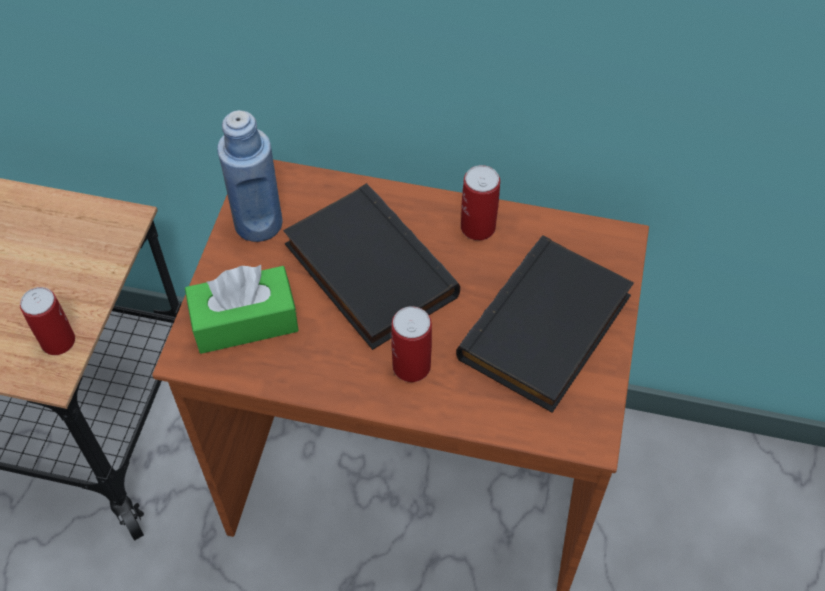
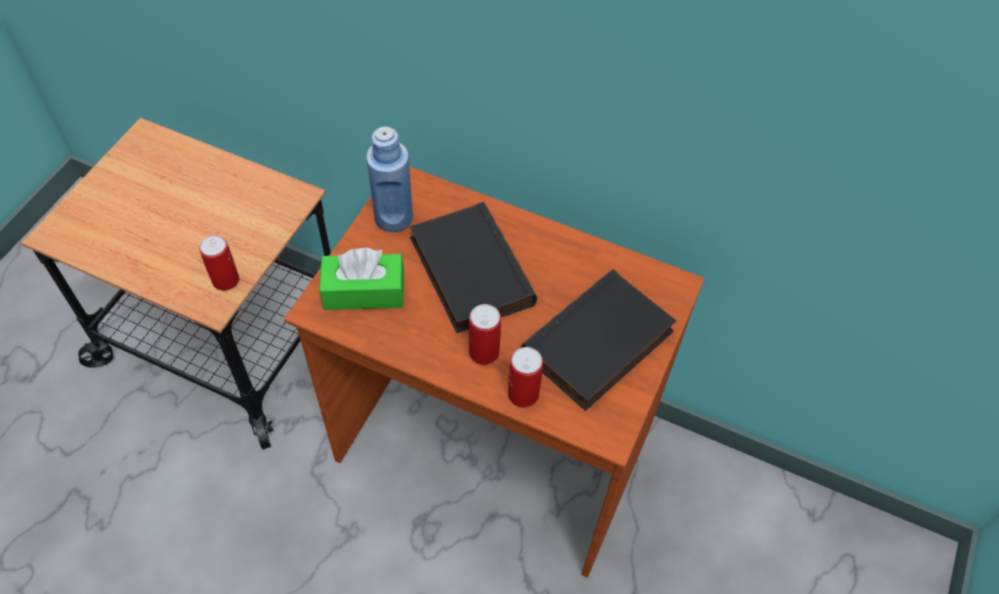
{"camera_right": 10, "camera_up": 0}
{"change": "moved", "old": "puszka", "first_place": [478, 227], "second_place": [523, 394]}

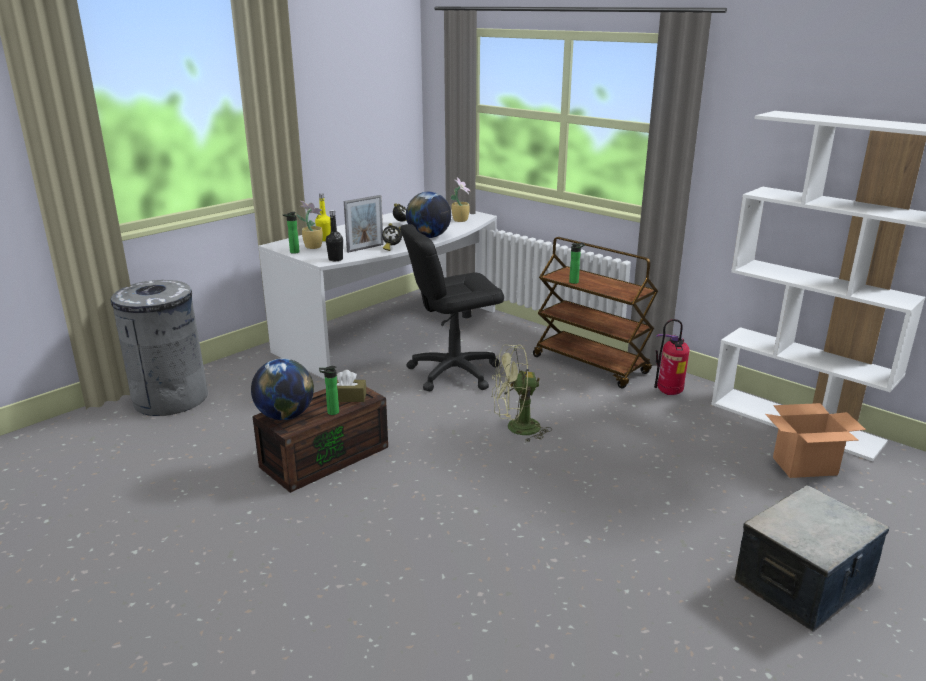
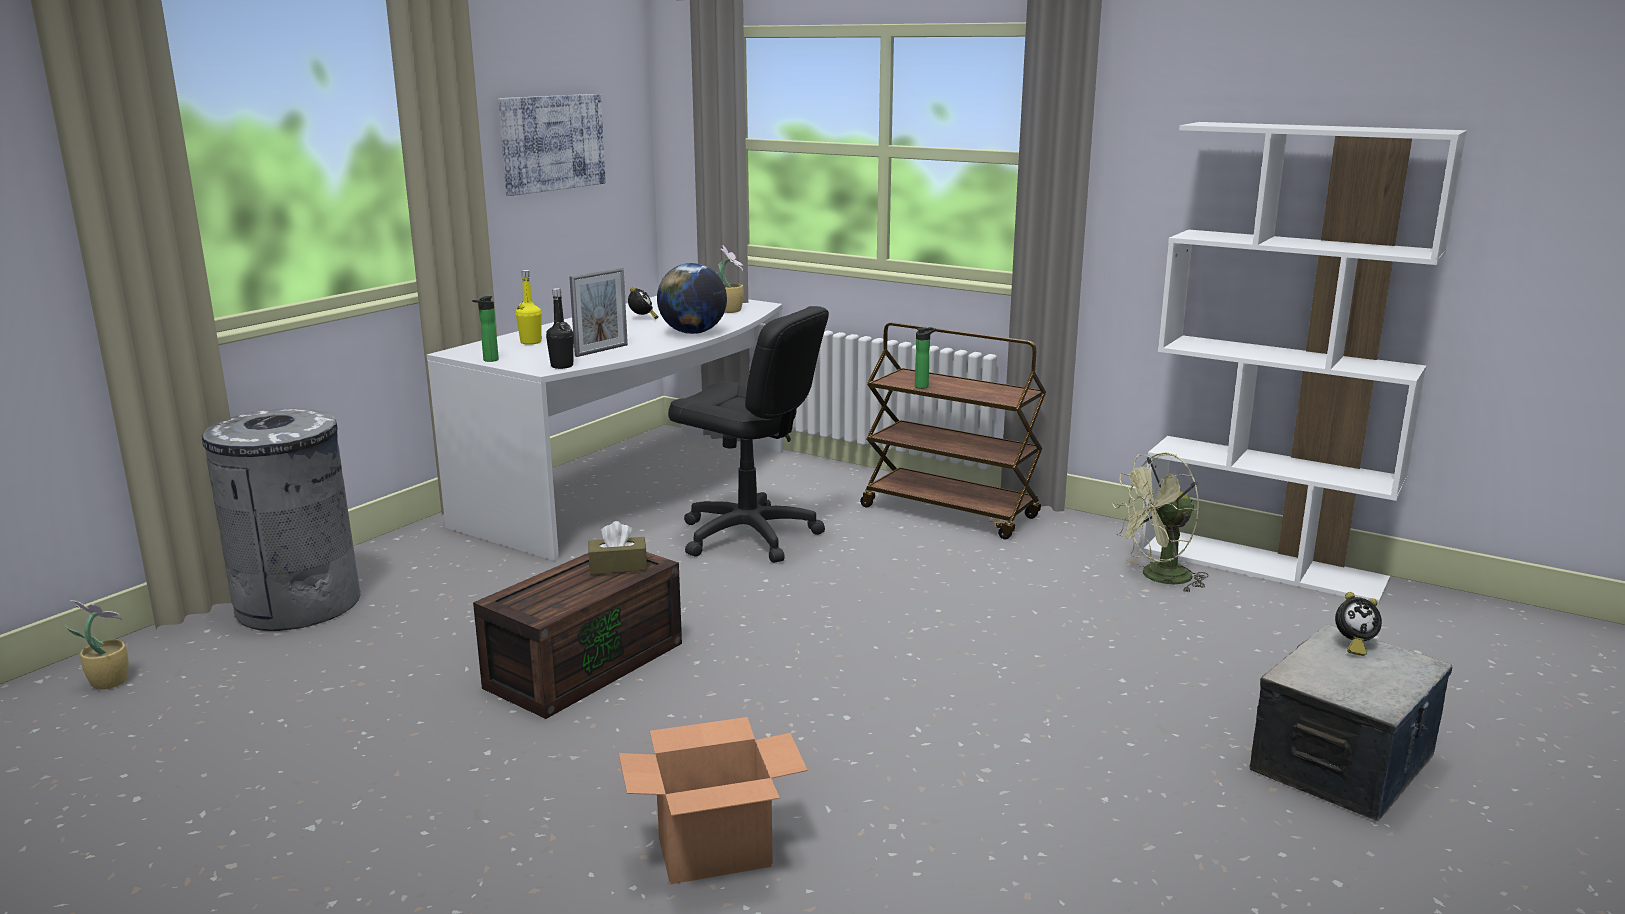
{"camera_right": -10, "camera_up": -5}
{"change": "removed", "old": "globus", "first_place": [285, 416]}
{"change": "moved", "old": "roślina doniczkowa", "first_place": [312, 246], "second_place": [109, 682]}
{"change": "removed", "old": "butelka", "first_place": [331, 412]}
{"change": "moved", "old": "budzik", "first_place": [391, 248], "second_place": [1352, 645]}
{"change": "turned", "old": "krzesło biurowe/czarny", "first_place": [453, 372], "second_place": [748, 536], "degrees": -120}
{"change": "moved", "old": "wentylator/zielony", "first_place": [516, 429], "second_place": [1158, 578]}
{"change": "removed", "old": "gaśnica", "first_place": [668, 393]}
{"change": "moved", "old": "karton", "first_place": [805, 466], "second_place": [716, 852]}
{"change": "added", "new": "obraz", "second_place": [552, 143]}

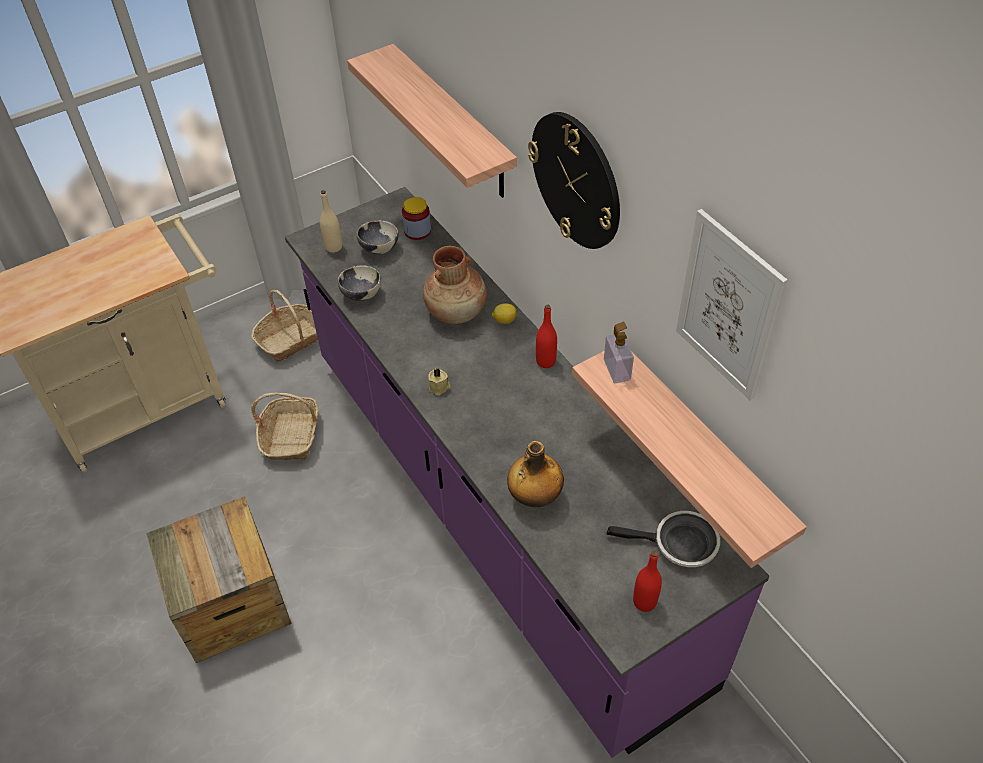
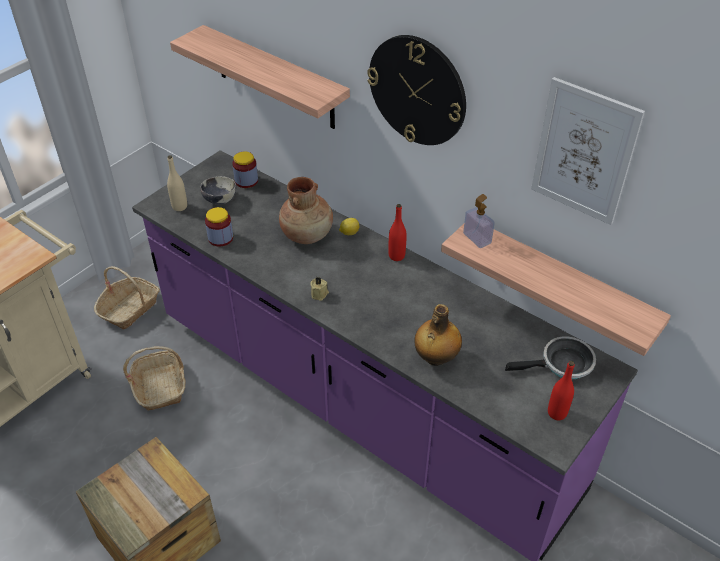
{"camera_right": -20, "camera_up": -5}
{"change": "replaced", "old": "miska", "new": "słoik", "first_place": [361, 295], "second_place": [220, 238]}

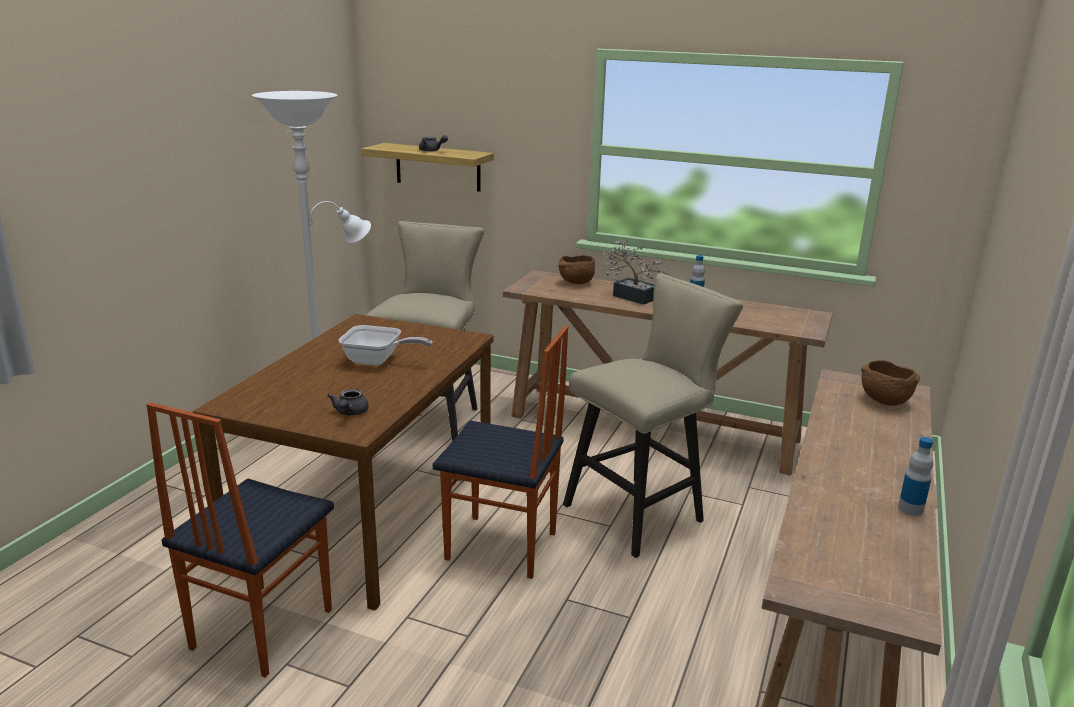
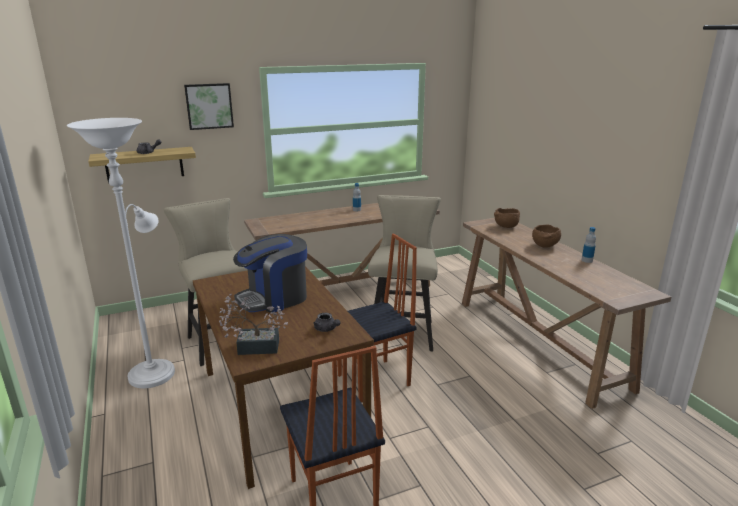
{"camera_right": -45, "camera_up": 0}
{"change": "replaced", "old": "patelnia", "new": "ekspres do kawy", "first_place": [378, 361], "second_place": [274, 298]}
{"change": "moved", "old": "miska/brązowy", "first_place": [576, 283], "second_place": [545, 246]}
{"change": "moved", "old": "roślina doniczkowa", "first_place": [631, 296], "second_place": [253, 347]}
{"change": "added", "new": "obraz", "second_place": [209, 106]}

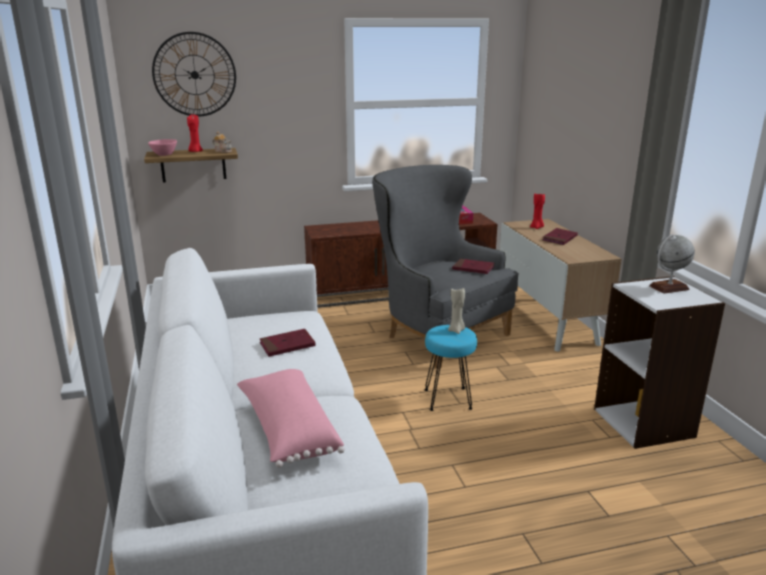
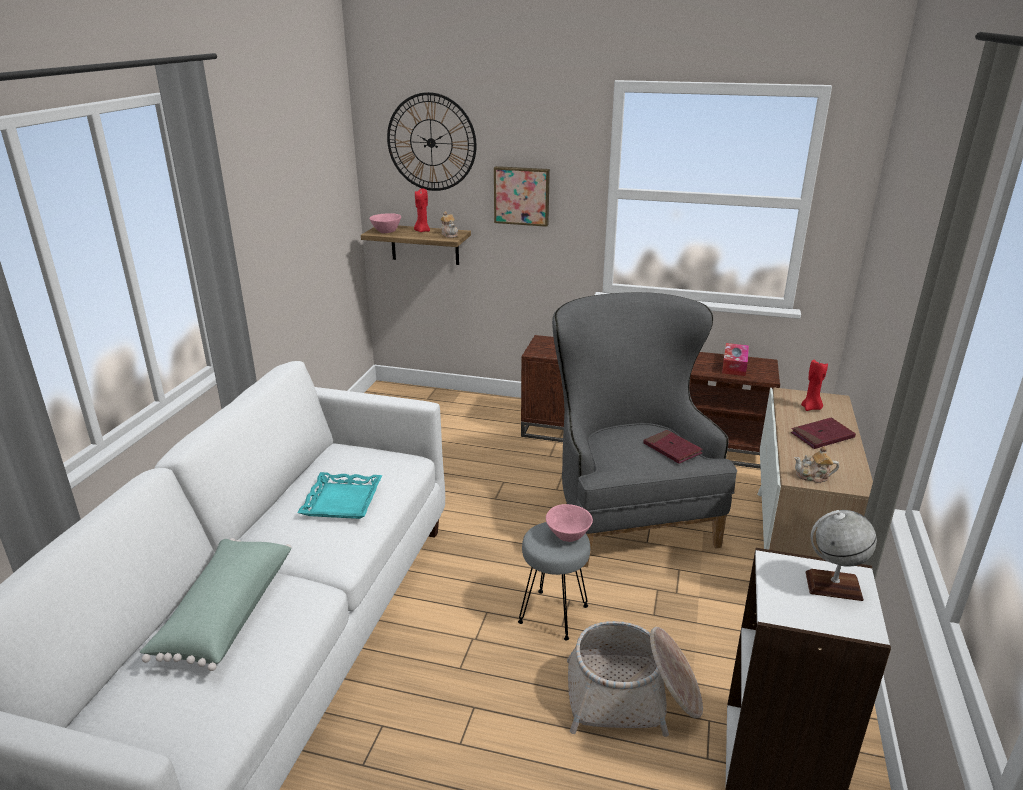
{"camera_right": 30, "camera_up": 5}
{"change": "recoloured", "old": "poduszka/różowy", "new": "poduszka/zielony", "first_place": [287, 430], "second_place": [224, 614]}
{"change": "replaced", "old": "książka/czerwony", "new": "taca/turkusowy", "first_place": [287, 345], "second_place": [341, 501]}
{"change": "recoloured", "old": "stołek/turkusowy", "new": "stołek/szary", "first_place": [448, 399], "second_place": [554, 615]}
{"change": "replaced", "old": "świeca/beżowy", "new": "miska/różowy", "first_place": [456, 330], "second_place": [567, 536]}
{"change": "added", "new": "obraz", "second_place": [522, 195]}
{"change": "added", "new": "koszyk", "second_place": [632, 697]}
{"change": "added", "new": "imbryk", "second_place": [813, 477]}

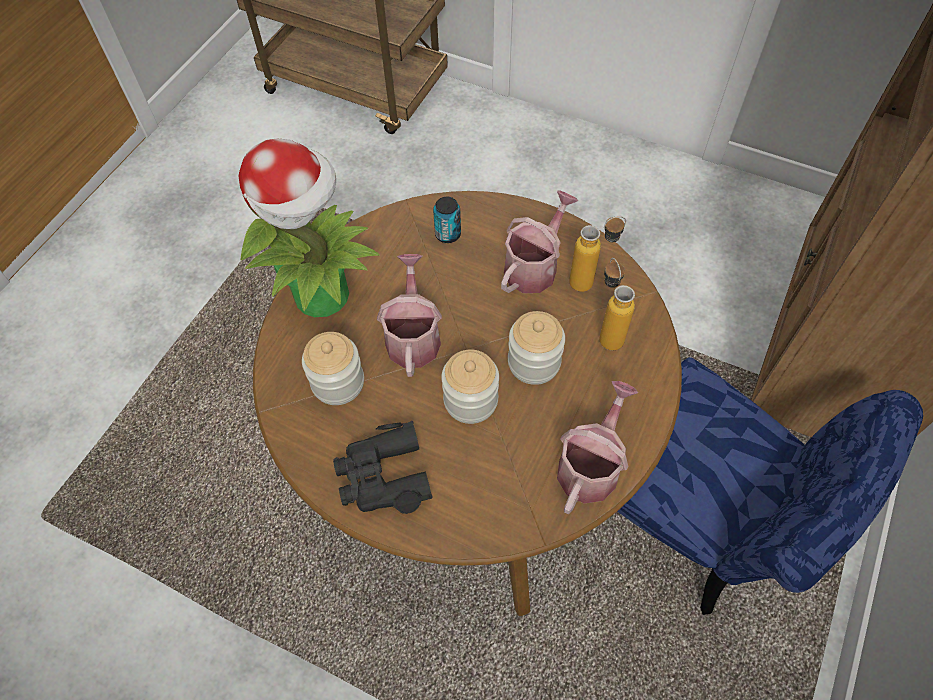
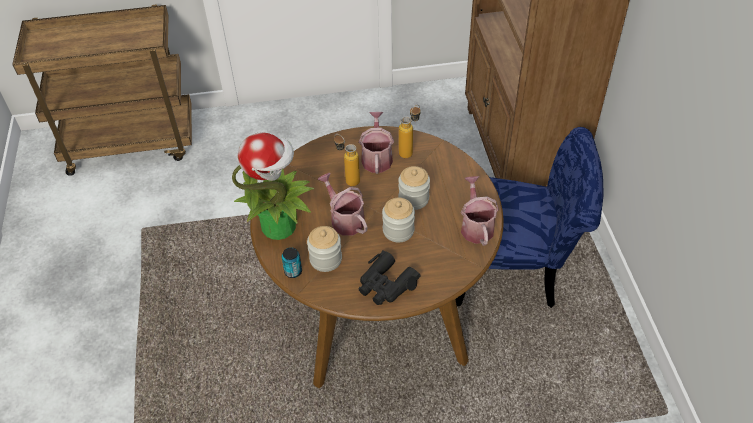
{"camera_right": -35, "camera_up": -10}
{"change": "moved", "old": "puszka", "first_place": [448, 234], "second_place": [293, 272]}
{"change": "moved", "old": "butelka", "first_place": [607, 332], "second_place": [348, 179]}

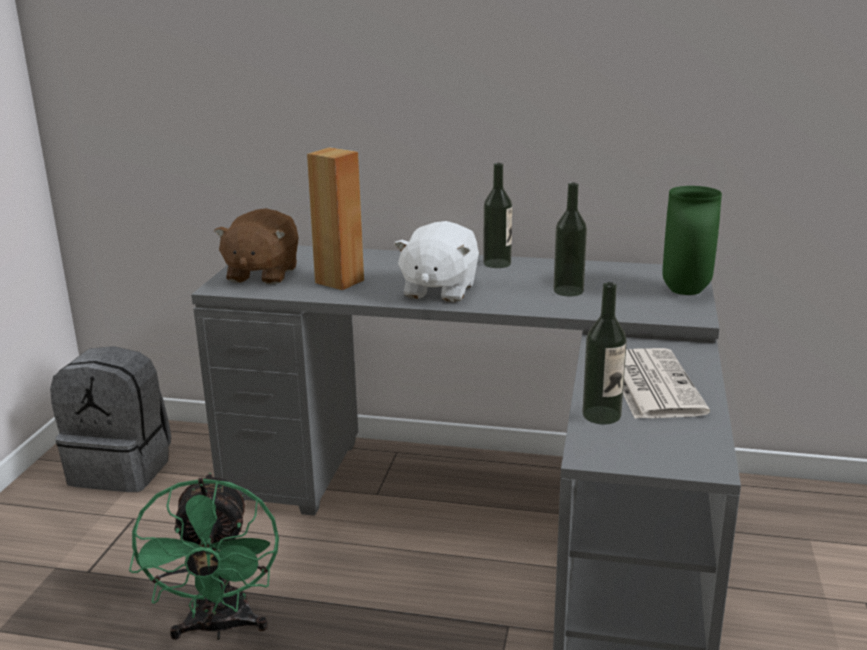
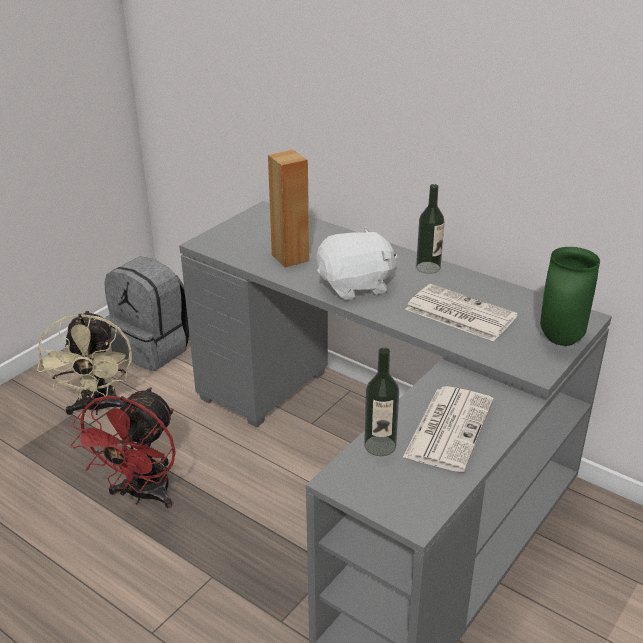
{"camera_right": 25, "camera_up": 10}
{"change": "recoloured", "old": "wentylator/zielony", "new": "wentylator/czerwony", "first_place": [220, 627], "second_place": [142, 495]}
{"change": "removed", "old": "pluszak/brązowy", "first_place": [262, 274]}
{"change": "turned", "old": "pluszak/biały", "first_place": [438, 290], "second_place": [355, 286], "degrees": -150}
{"change": "replaced", "old": "butelka", "new": "gazeta", "first_place": [568, 291], "second_place": [458, 313]}
{"change": "added", "new": "wentylator/beżowy", "second_place": [97, 408]}

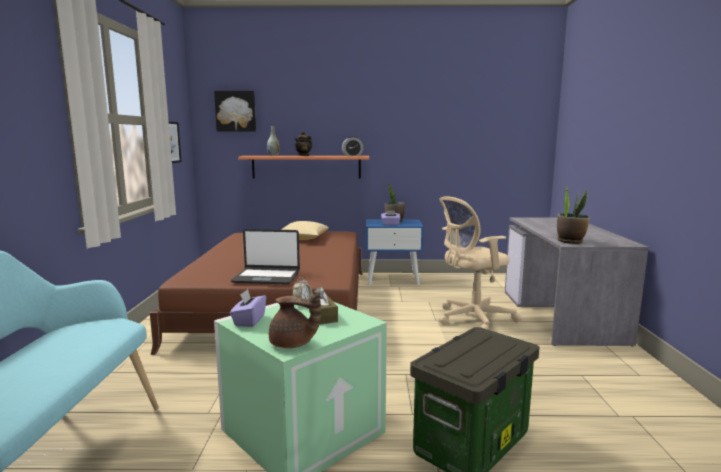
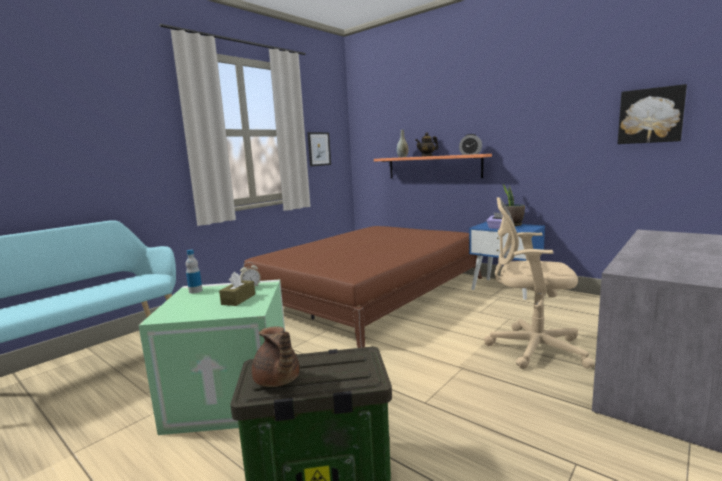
{"camera_right": 40, "camera_up": 0}
{"change": "moved", "old": "obraz", "first_place": [236, 111], "second_place": [650, 115]}
{"change": "replaced", "old": "pudełko chusteczek/fioletowy", "new": "butelka", "first_place": [249, 321], "second_place": [195, 291]}
{"change": "removed", "old": "laptop", "first_place": [267, 277]}
{"change": "moved", "old": "imbryk/brązowy", "first_place": [293, 344], "second_place": [277, 381]}
{"change": "removed", "old": "poduszka", "first_place": [303, 239]}
{"change": "removed", "old": "roślina doniczkowa", "first_place": [570, 241]}

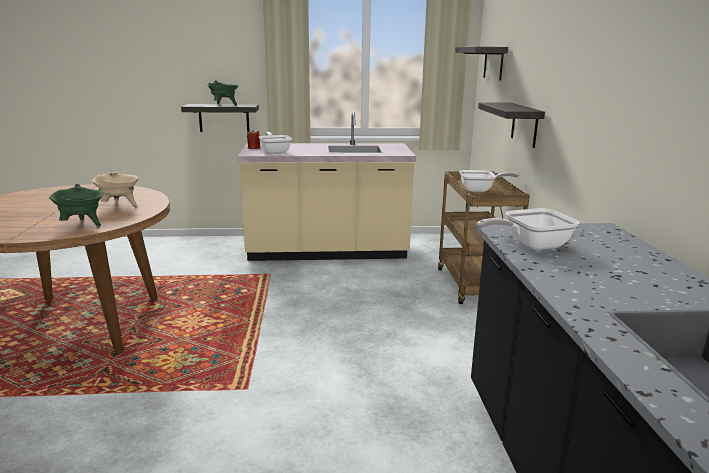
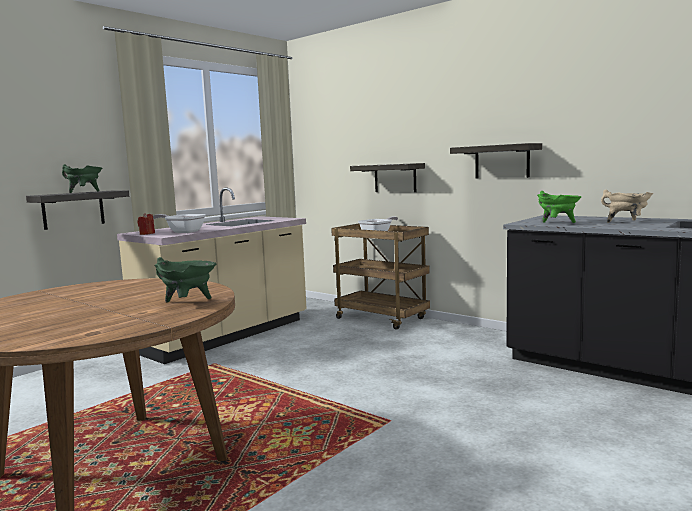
{"camera_right": -45, "camera_up": -10}
{"change": "moved", "old": "garnek/beżowy", "first_place": [119, 206], "second_place": [627, 222]}
{"change": "moved", "old": "półka", "first_place": [493, 63], "second_place": [502, 161]}
{"change": "replaced", "old": "patelnia", "new": "garnek/zielony", "first_place": [530, 245], "second_place": [557, 223]}

